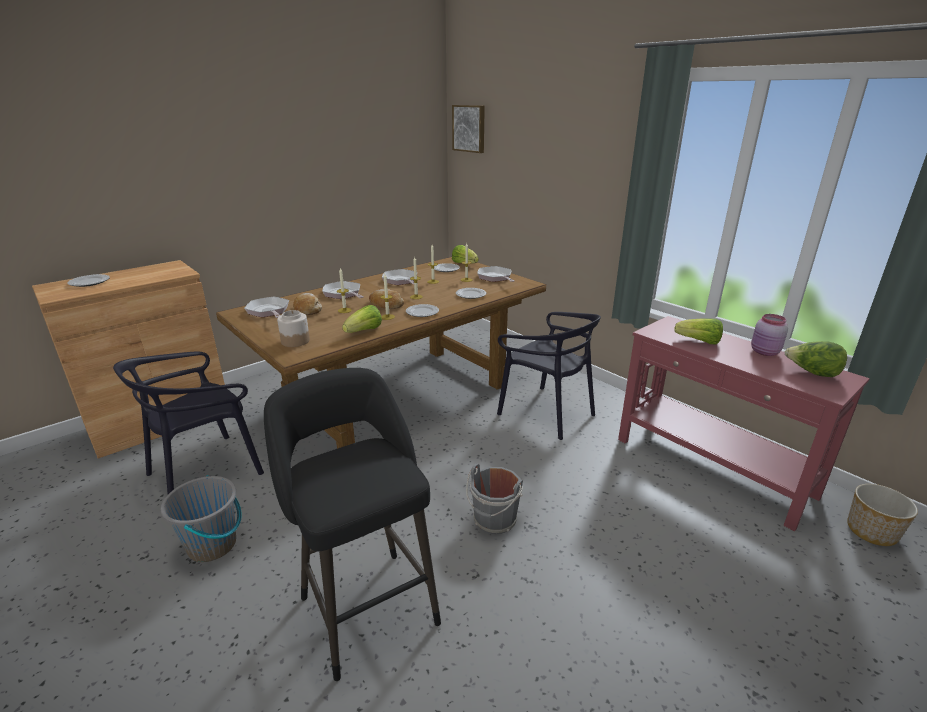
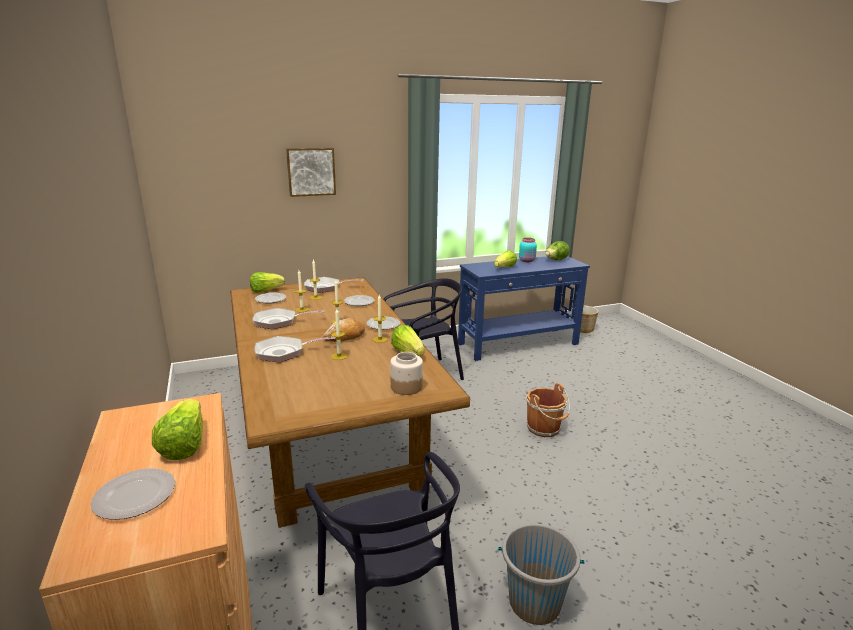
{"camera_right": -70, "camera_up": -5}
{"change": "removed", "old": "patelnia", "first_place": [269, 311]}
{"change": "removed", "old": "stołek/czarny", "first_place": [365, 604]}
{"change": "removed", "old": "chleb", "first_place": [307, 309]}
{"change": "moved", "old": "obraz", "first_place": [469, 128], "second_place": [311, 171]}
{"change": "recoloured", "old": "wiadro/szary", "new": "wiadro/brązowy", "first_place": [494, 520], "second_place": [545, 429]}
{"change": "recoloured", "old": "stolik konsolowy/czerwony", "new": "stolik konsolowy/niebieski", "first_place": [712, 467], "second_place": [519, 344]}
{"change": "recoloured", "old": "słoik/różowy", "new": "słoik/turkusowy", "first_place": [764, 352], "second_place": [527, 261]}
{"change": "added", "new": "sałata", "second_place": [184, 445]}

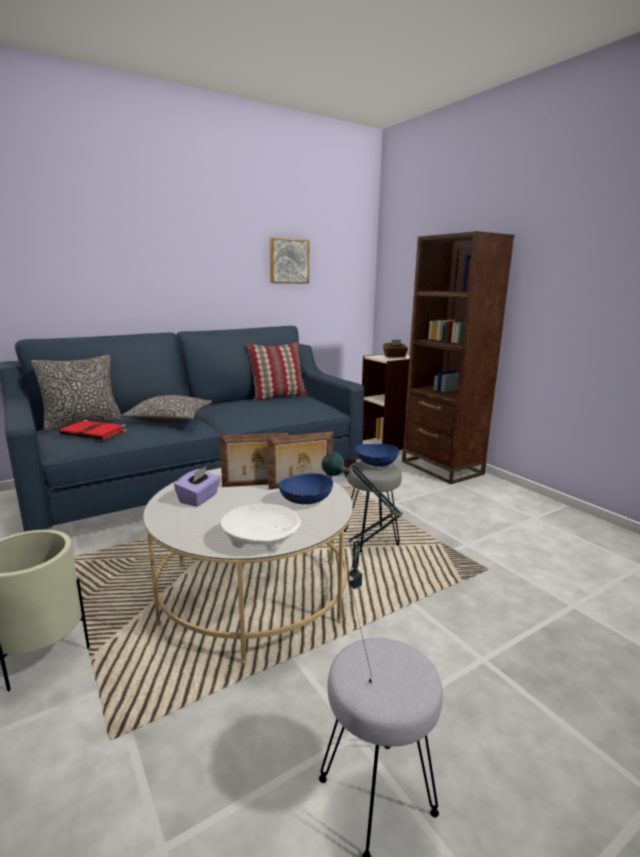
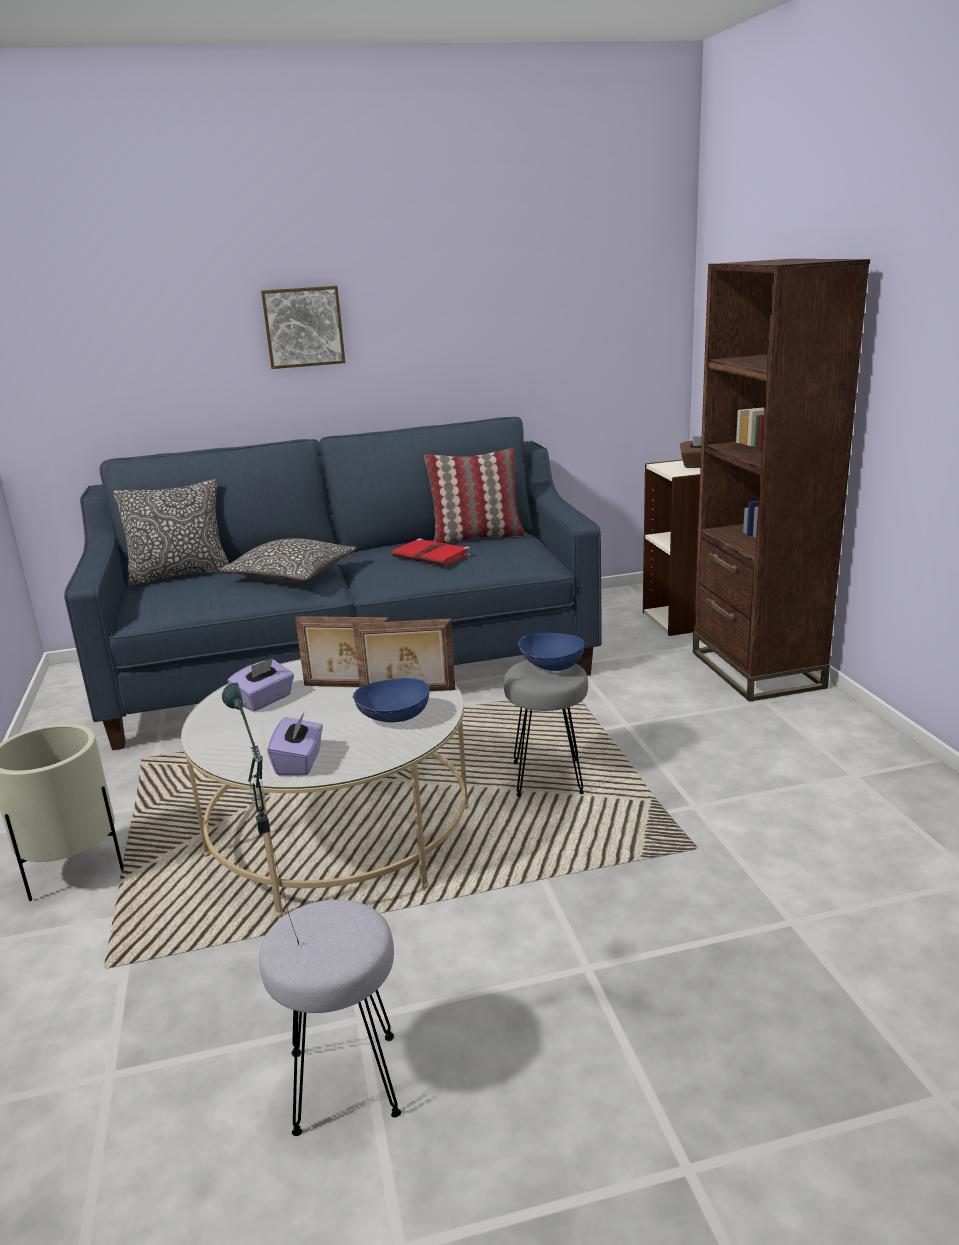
{"camera_right": 20, "camera_up": 5}
{"change": "moved", "old": "książka/czerwony", "first_place": [95, 433], "second_place": [432, 556]}
{"change": "replaced", "old": "miska/biały", "new": "pudełko chusteczek/fioletowy", "first_place": [261, 538], "second_place": [299, 762]}
{"change": "moved", "old": "obraz", "first_place": [288, 261], "second_place": [303, 327]}

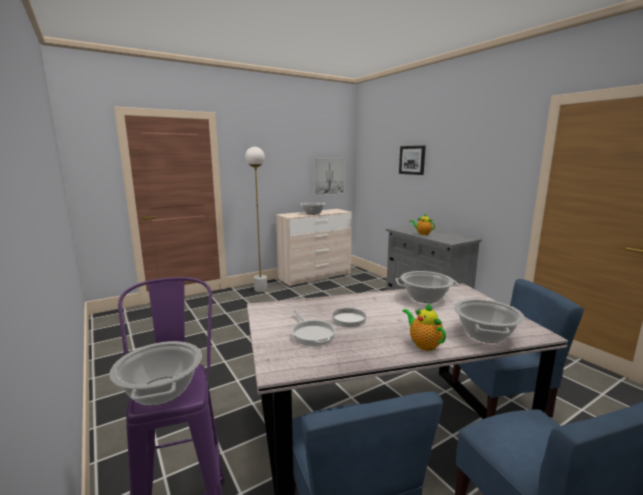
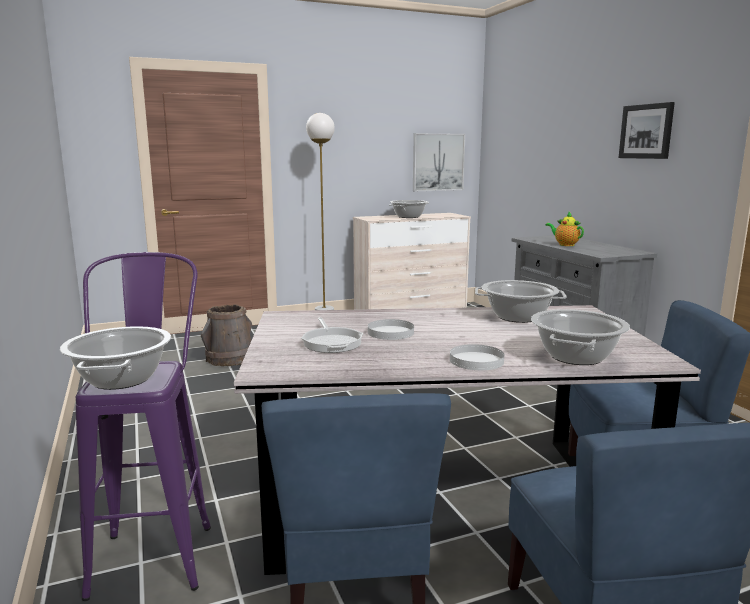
{"camera_right": 10, "camera_up": 0}
{"change": "moved", "old": "obraz", "first_place": [412, 160], "second_place": [646, 131]}
{"change": "replaced", "old": "imbryk", "new": "talerz/biały", "first_place": [423, 344], "second_place": [477, 360]}
{"change": "added", "new": "wiadro/brązowy", "second_place": [230, 359]}

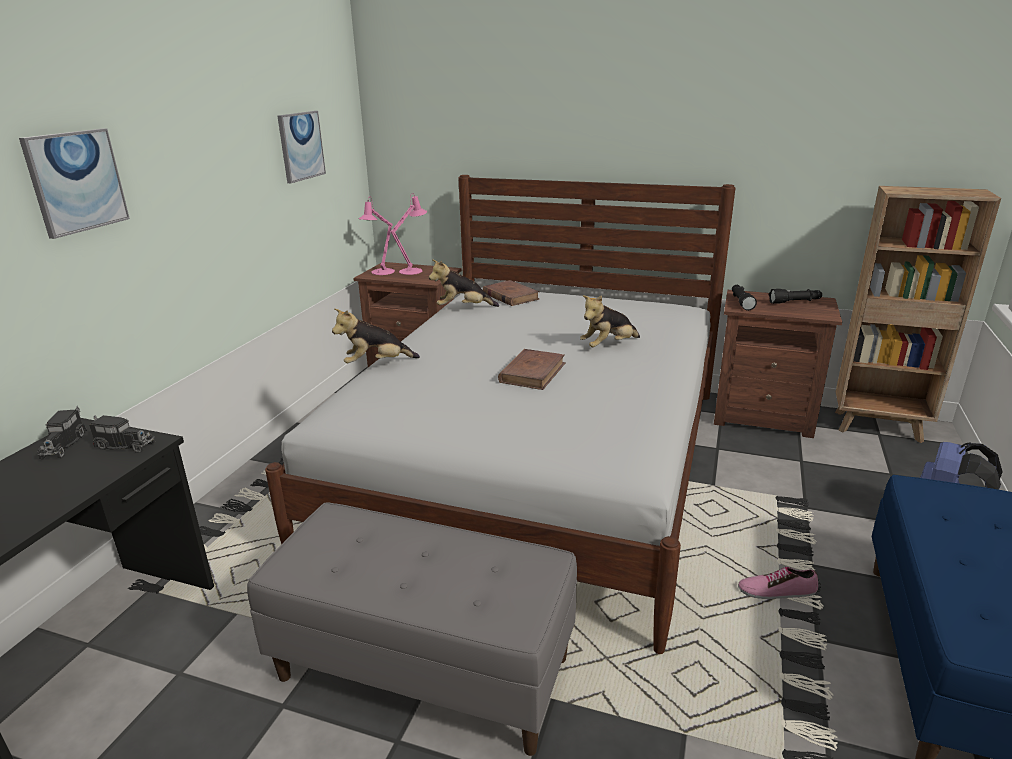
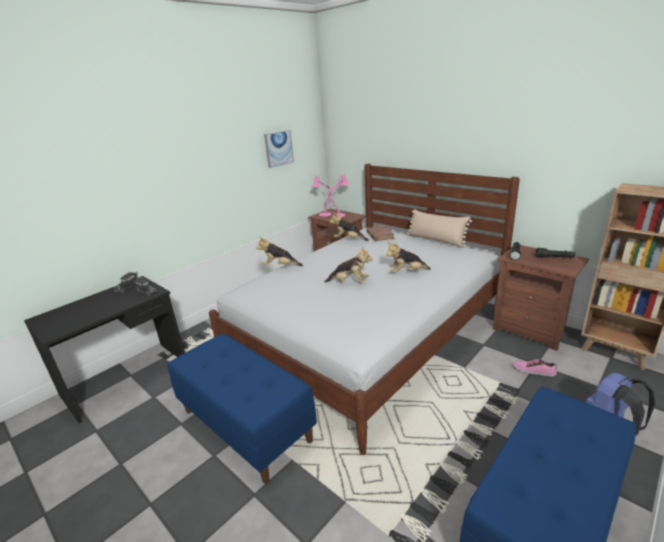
{"camera_right": 25, "camera_up": 0}
{"change": "removed", "old": "obraz", "first_place": [76, 181]}
{"change": "recoloured", "old": "ławka/szary", "new": "ławka/niebieski", "first_place": [425, 667], "second_place": [247, 425]}
{"change": "replaced", "old": "książka/brązowy", "new": "pluszak", "first_place": [532, 373], "second_place": [349, 283]}
{"change": "moved", "old": "but", "first_place": [776, 590], "second_place": [533, 370]}
{"change": "added", "new": "poduszka/beżowy", "second_place": [436, 240]}

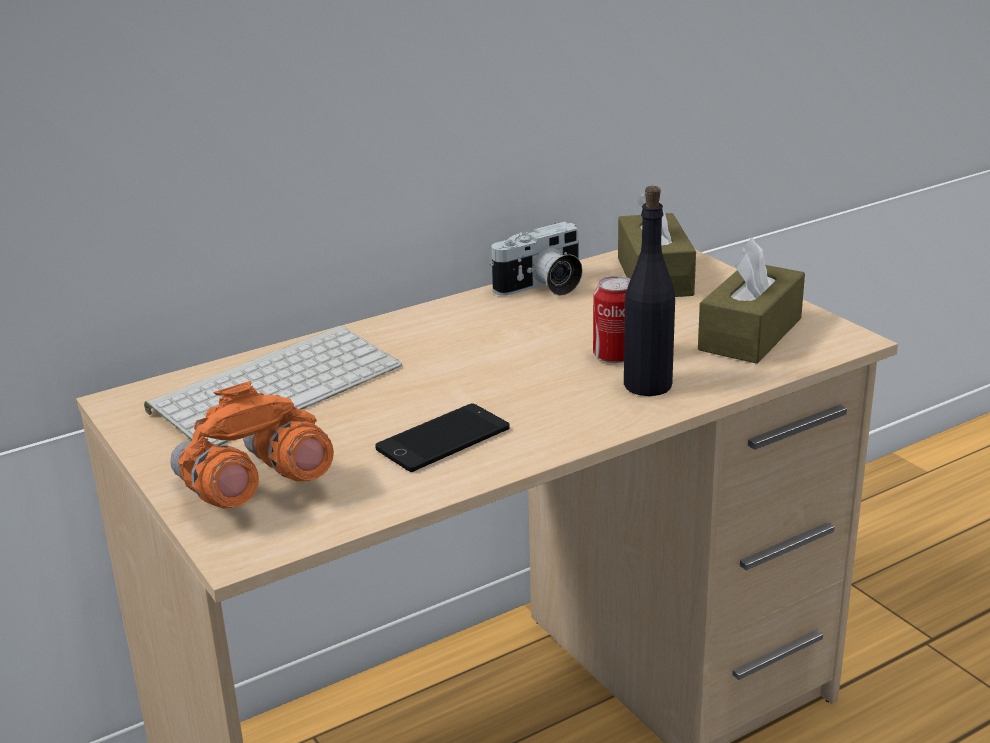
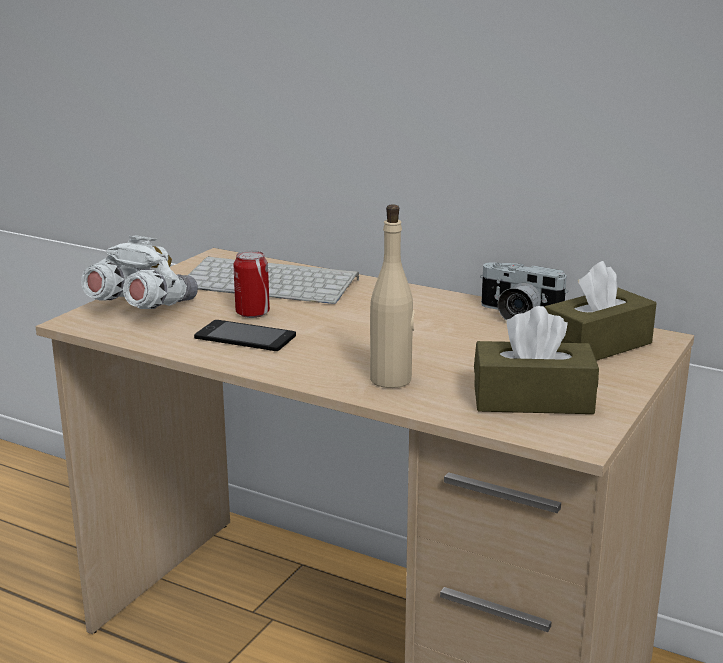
{"camera_right": 60, "camera_up": -5}
{"change": "recoloured", "old": "lornetka/pomarańczowy", "new": "lornetka/biały", "first_place": [252, 491], "second_place": [141, 307]}
{"change": "moved", "old": "puszka", "first_place": [614, 356], "second_place": [252, 313]}
{"change": "recoloured", "old": "butelka/czarny", "new": "butelka/beżowy", "first_place": [648, 385], "second_place": [391, 380]}

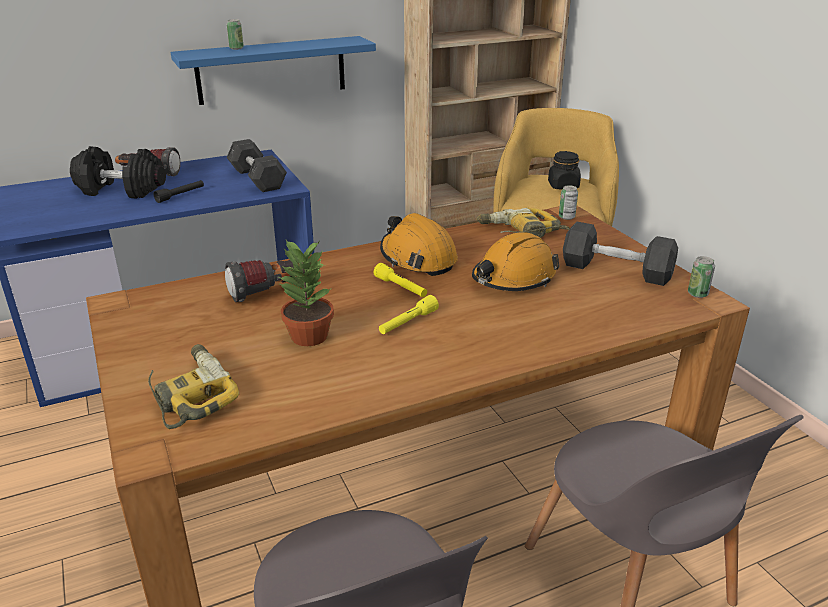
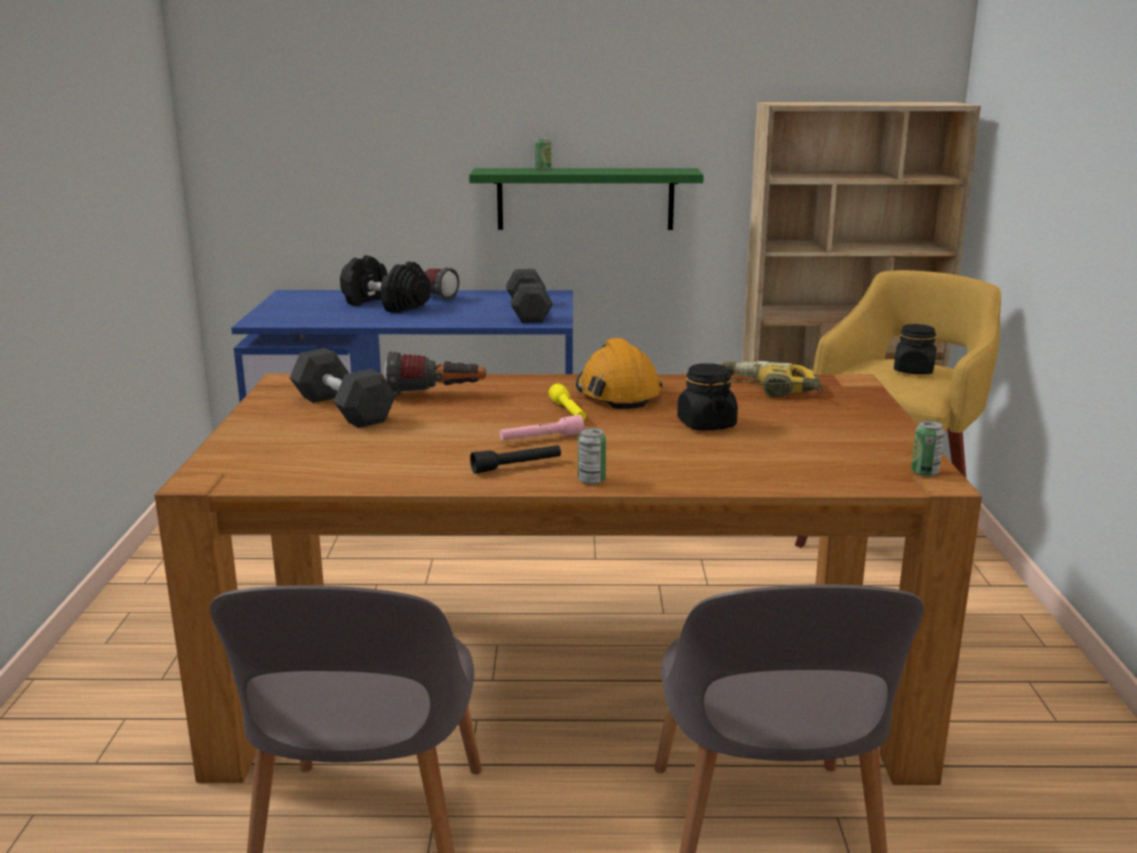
{"camera_right": 25, "camera_up": -10}
{"change": "removed", "old": "wiertarka", "first_place": [190, 395]}
{"change": "moved", "old": "latarka/czarny", "first_place": [180, 195], "second_place": [516, 466]}
{"change": "recoloured", "old": "półka/niebieski", "new": "półka/zielony", "first_place": [271, 70], "second_place": [585, 199]}
{"change": "removed", "old": "roślina doniczkowa", "first_place": [308, 336]}
{"change": "recoloured", "old": "latarka/żółty", "new": "latarka/różowy", "first_place": [408, 323], "second_place": [541, 439]}
{"change": "replaced", "old": "kask/pomarańczowy", "new": "słoik/czarny", "first_place": [513, 278], "second_place": [706, 424]}
{"change": "moved", "old": "puszka", "first_place": [566, 217], "second_place": [591, 480]}
{"change": "moved", "old": "hantel/szary", "first_place": [616, 270], "second_place": [343, 409]}

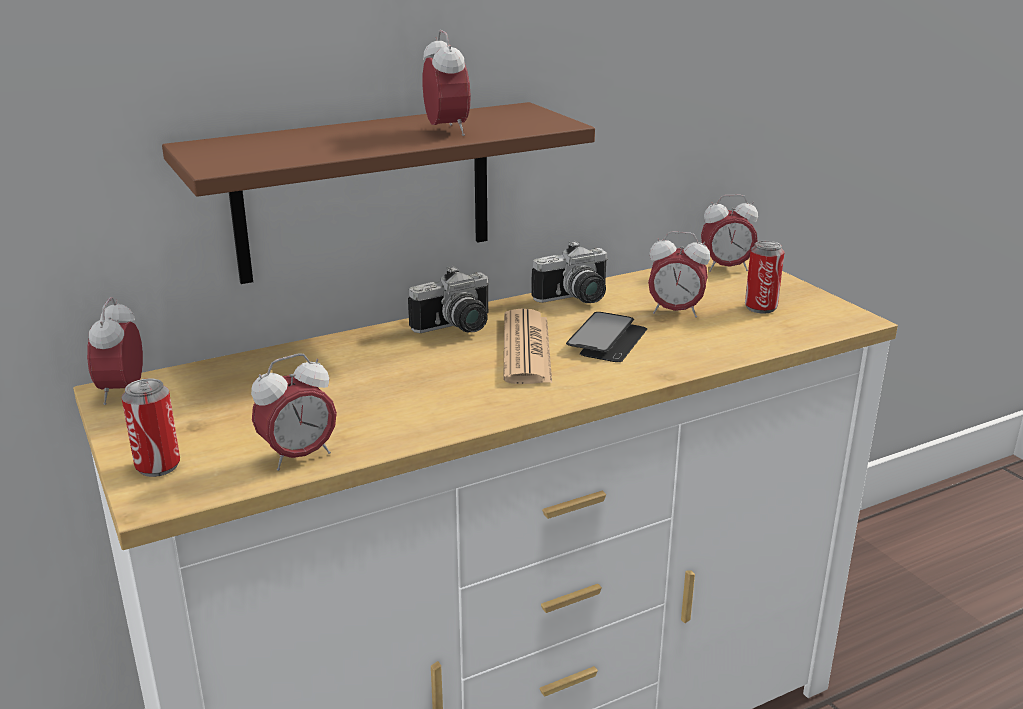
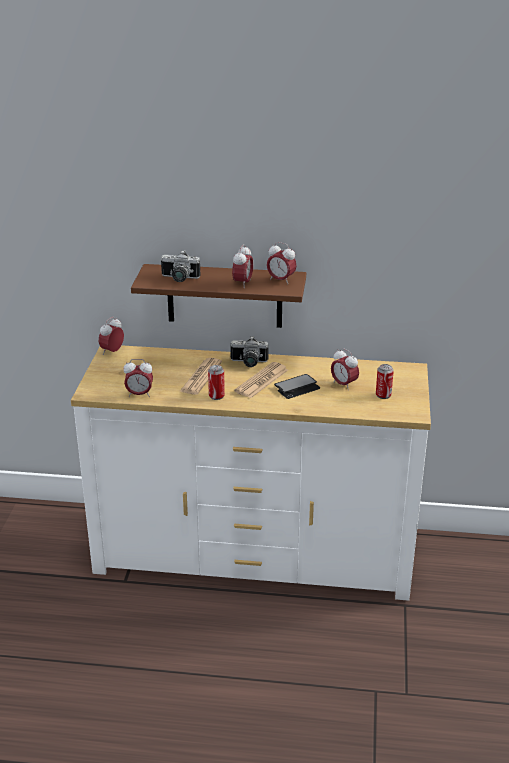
{"camera_right": 35, "camera_up": 5}
{"change": "moved", "old": "puszka", "first_place": [158, 466], "second_place": [216, 396]}
{"change": "moved", "old": "aparat fotograficzny", "first_place": [576, 299], "second_place": [179, 279]}
{"change": "moved", "old": "budzik", "first_place": [726, 268], "second_place": [281, 280]}
{"change": "added", "new": "gazeta", "second_place": [201, 377]}

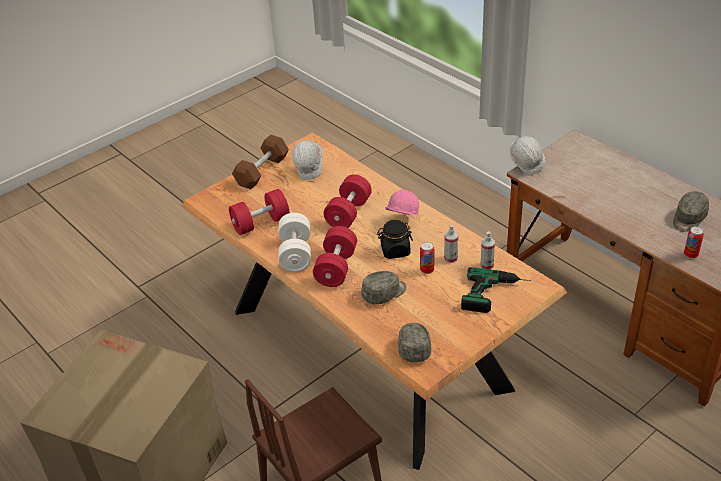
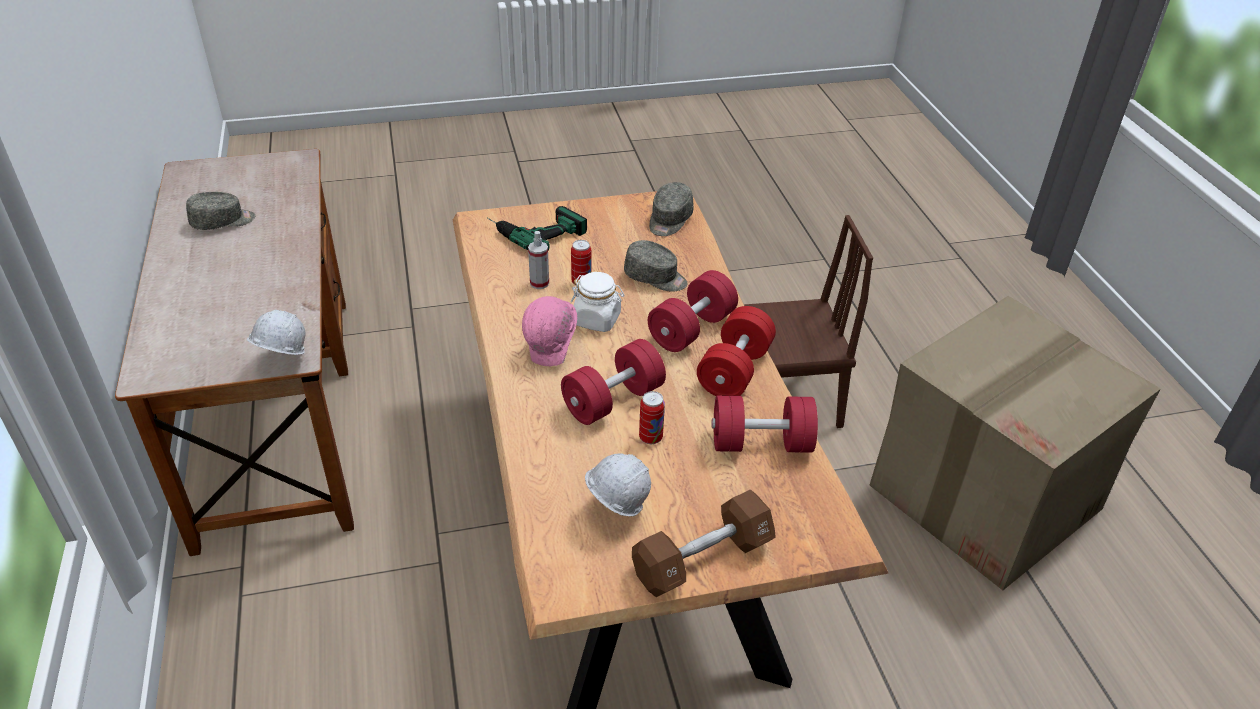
{"camera_right": -155, "camera_up": 0}
{"change": "recoloured", "old": "hantel/biały", "new": "hantel/czerwony", "first_place": [296, 254], "second_place": [734, 370]}
{"change": "turned", "old": "czapka z daszkiem/szary", "first_place": [384, 293], "second_place": [655, 278], "degrees": -150}
{"change": "recoloured", "old": "słoik/czarny", "new": "słoik/biały", "first_place": [395, 250], "second_place": [597, 320]}
{"change": "removed", "old": "spryskiwacz", "first_place": [487, 265]}
{"change": "moved", "old": "puszka", "first_place": [690, 255], "second_place": [650, 438]}

